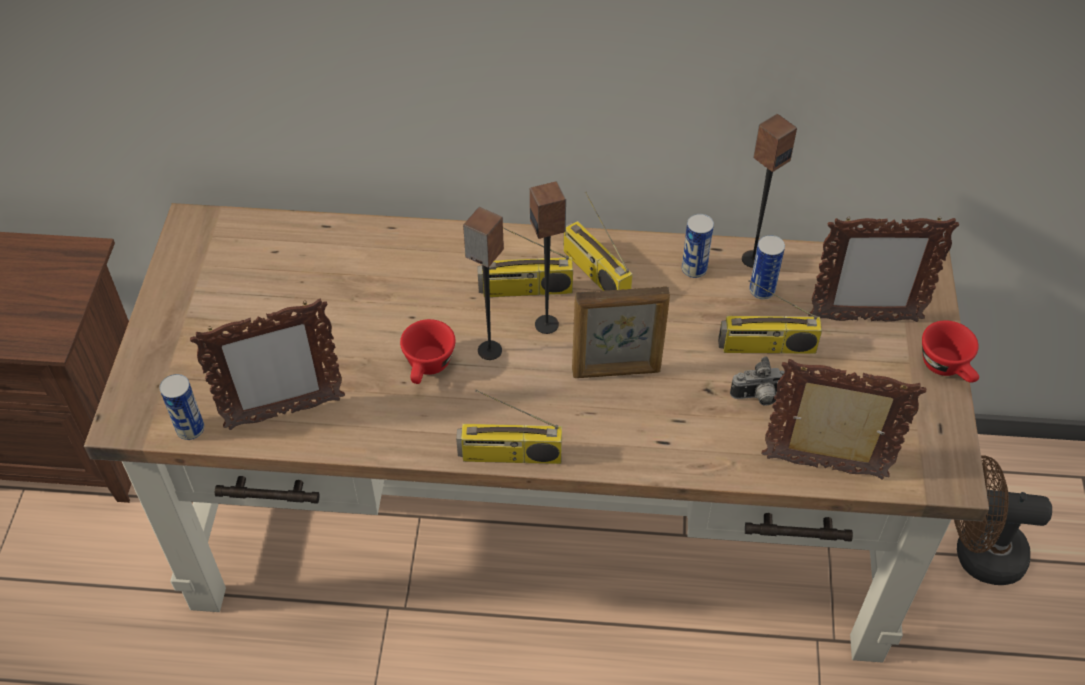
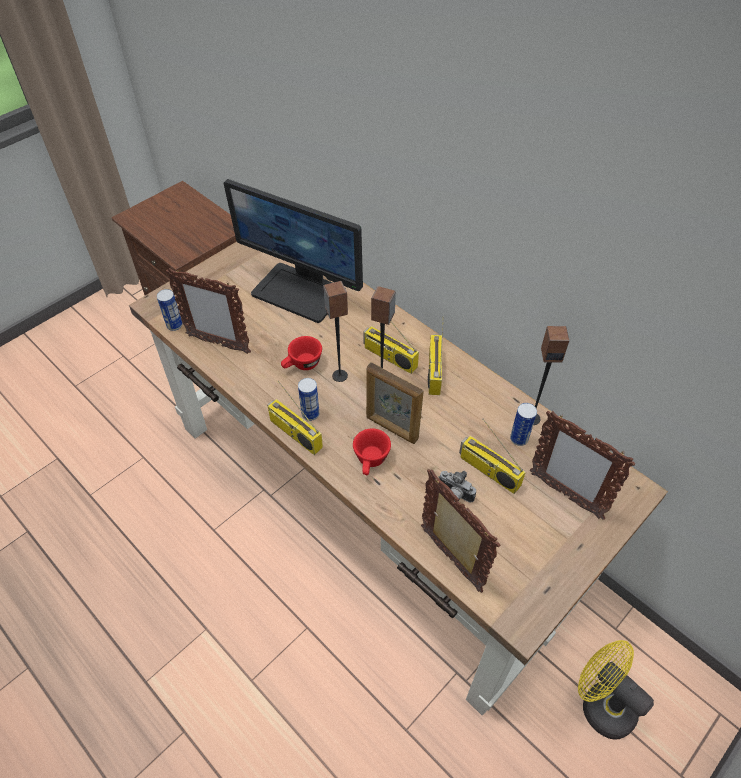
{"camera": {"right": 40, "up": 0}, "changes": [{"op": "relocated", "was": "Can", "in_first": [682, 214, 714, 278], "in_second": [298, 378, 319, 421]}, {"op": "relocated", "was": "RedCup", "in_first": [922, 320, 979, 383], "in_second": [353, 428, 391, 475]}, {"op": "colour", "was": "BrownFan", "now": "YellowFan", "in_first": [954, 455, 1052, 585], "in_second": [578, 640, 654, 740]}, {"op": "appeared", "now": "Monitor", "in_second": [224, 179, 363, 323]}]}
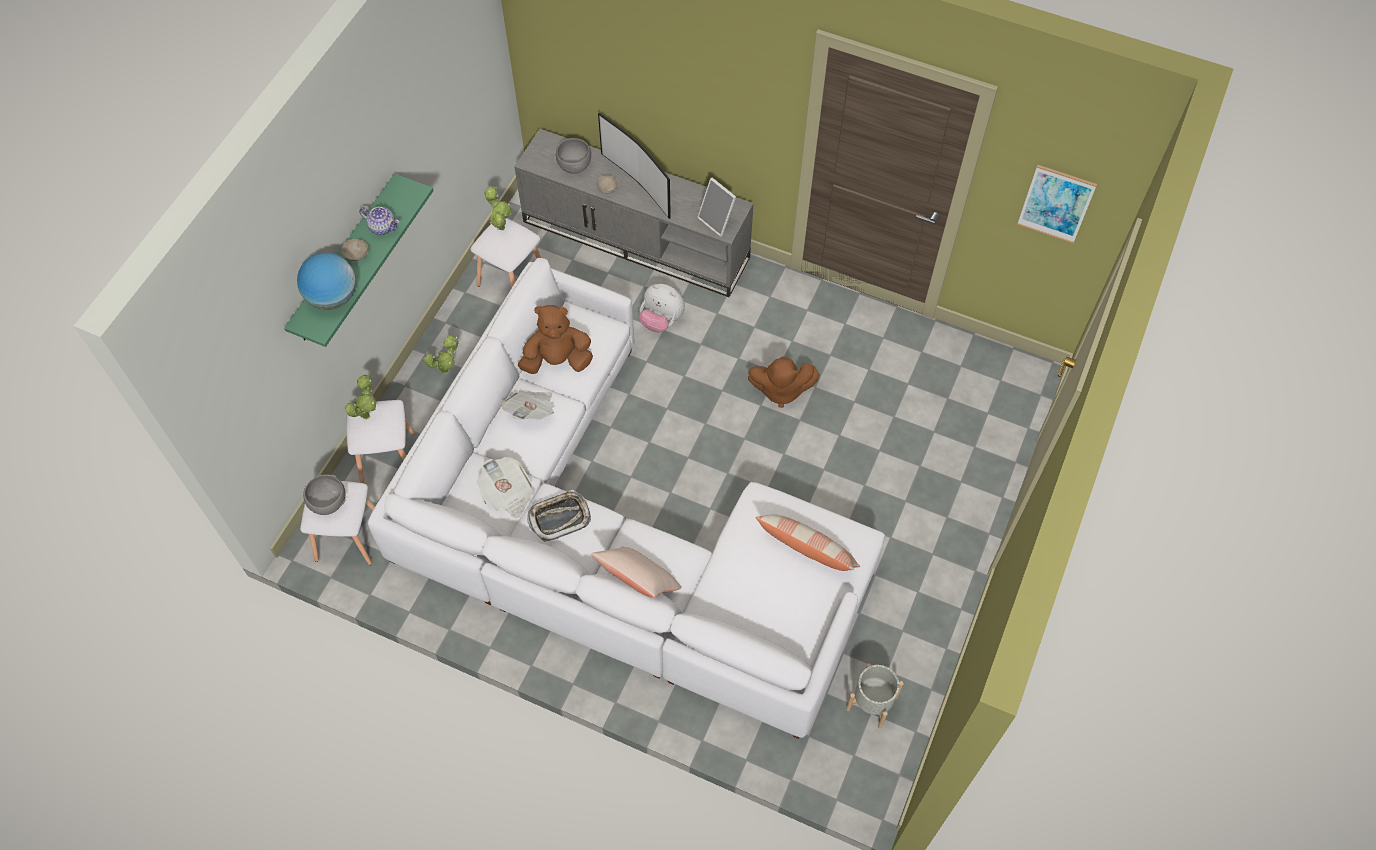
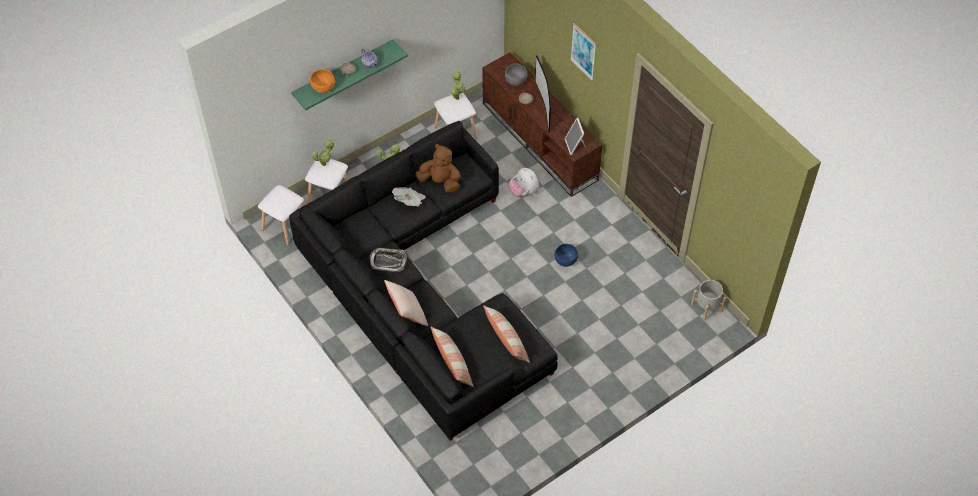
{"camera": {"right": 30, "up": -5}, "changes": [{"op": "colour", "was": "GreyTvStand", "now": "BrownTvStand", "in_first": [514, 129, 754, 297], "in_second": [483, 52, 602, 197]}, {"op": "relocated", "was": "Picture", "in_first": [1017, 165, 1097, 243], "in_second": [570, 23, 596, 81]}, {"op": "exchanged", "was": "Globe", "now": "OrangeBowl", "in_first": [297, 253, 356, 310], "in_second": [310, 69, 335, 93]}, {"op": "colour", "was": "WhiteSofa", "now": "BlackSofa", "in_first": [368, 258, 885, 739], "in_second": [289, 121, 558, 441]}, {"op": "exchanged", "was": "BrownPlushToy", "now": "BlueBowl", "in_first": [748, 356, 820, 408], "in_second": [555, 244, 578, 267]}, {"op": "missing", "was": "Newspaper", "in_first": [477, 457, 535, 518]}, {"op": "missing", "was": "GreyBowl", "in_first": [303, 475, 346, 515]}, {"op": "relocated", "was": "GreyPlanter", "in_first": [846, 663, 904, 729], "in_second": [691, 280, 726, 321]}, {"op": "appeared", "now": "Pillow", "in_second": [430, 327, 474, 387]}]}
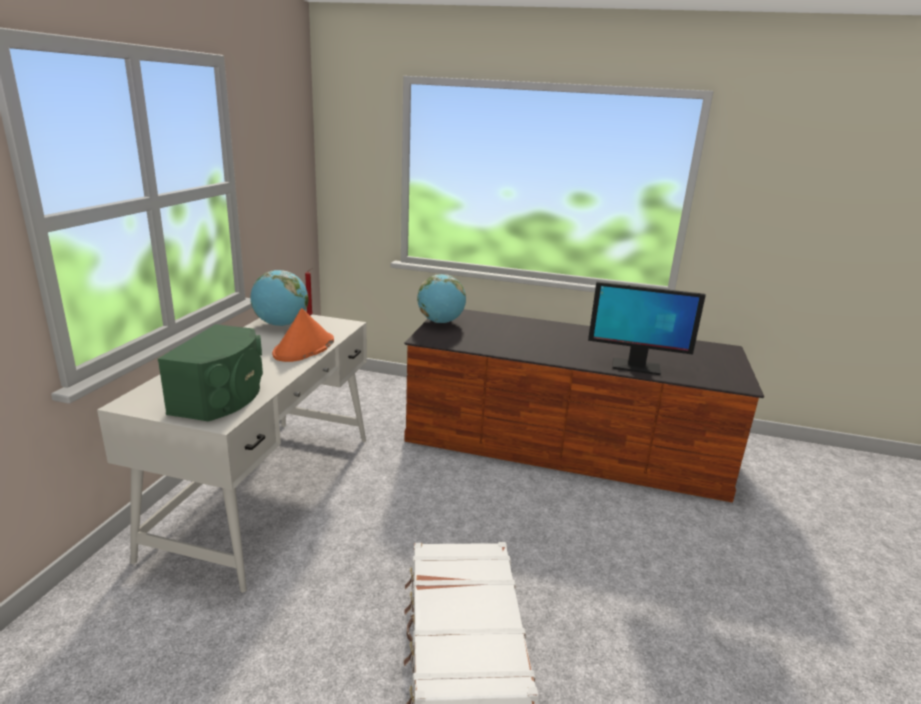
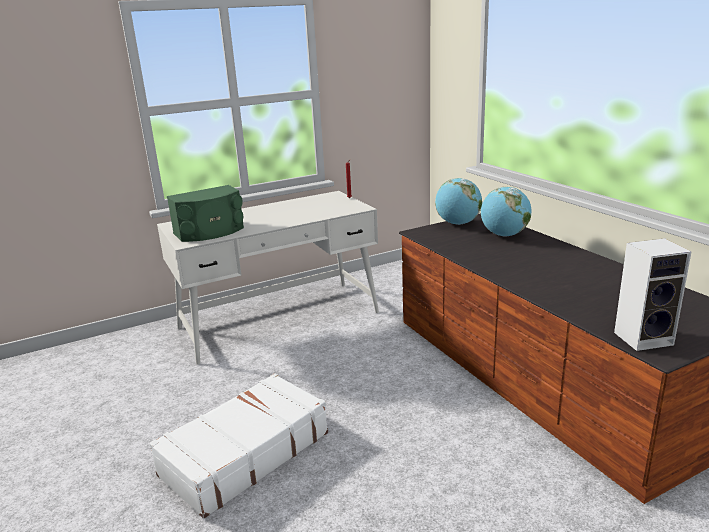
{"camera": {"right": 50, "up": 0}, "changes": [{"op": "relocated", "was": "Globe", "in_first": [251, 270, 309, 326], "in_second": [481, 187, 532, 237]}, {"op": "missing", "was": "Monitor", "in_first": [588, 281, 706, 375]}, {"op": "missing", "was": "OrangeHat", "in_first": [272, 308, 334, 362]}, {"op": "appeared", "now": "Speaker", "in_second": [614, 238, 691, 351]}]}
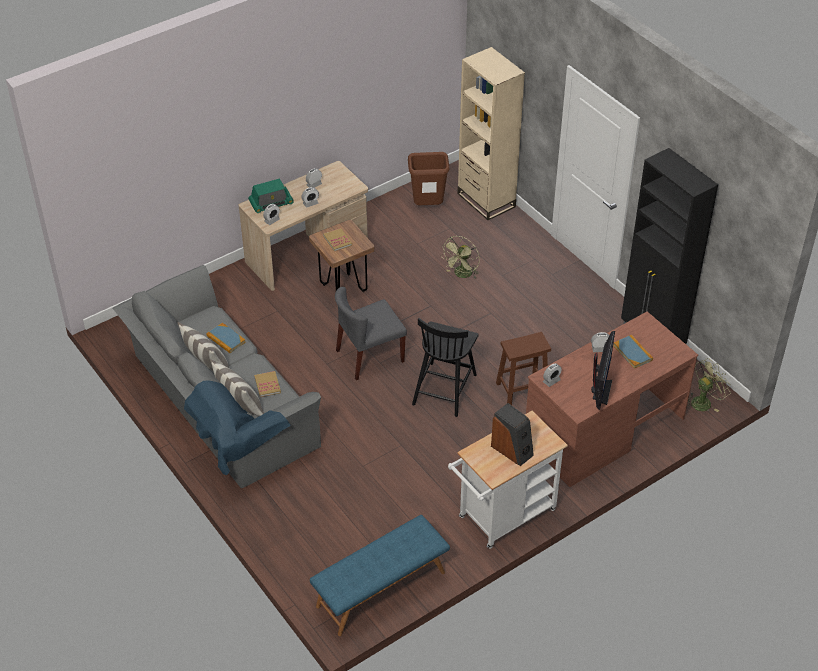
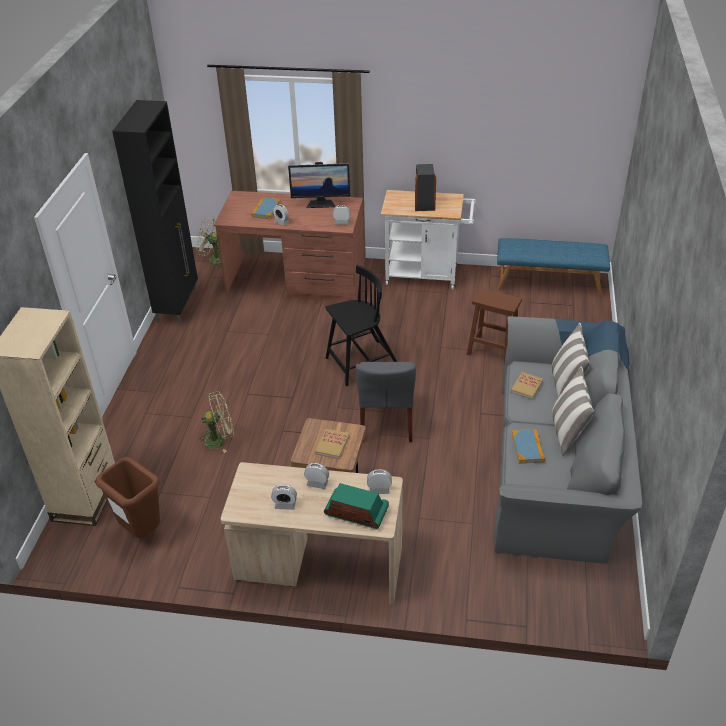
{"camera": {"right": -135, "up": -5}, "changes": [{"op": "spun", "was": "GreyChair", "in_first": [335, 287, 407, 380], "in_second": [356, 362, 416, 442], "clockwise": 75}, {"op": "spun", "was": "Monitor", "in_first": [591, 331, 615, 410], "in_second": [288, 162, 350, 208], "clockwise": -150}, {"op": "relocated", "was": "BrownStool", "in_first": [496, 332, 551, 405], "in_second": [467, 288, 522, 363]}]}
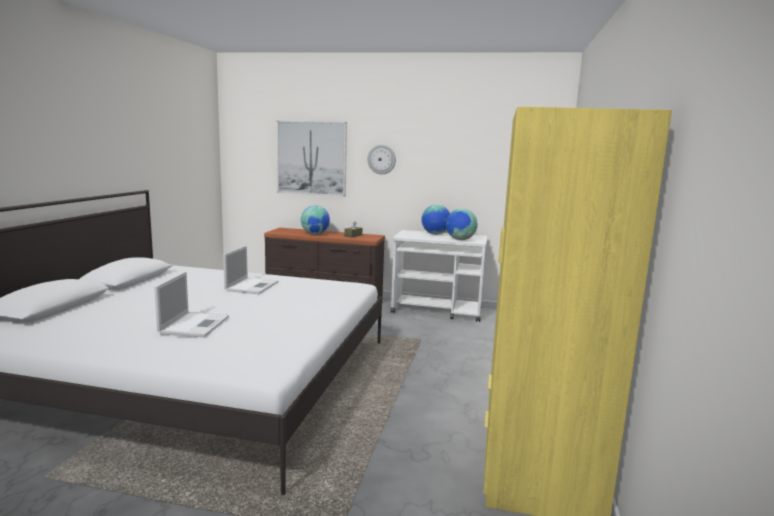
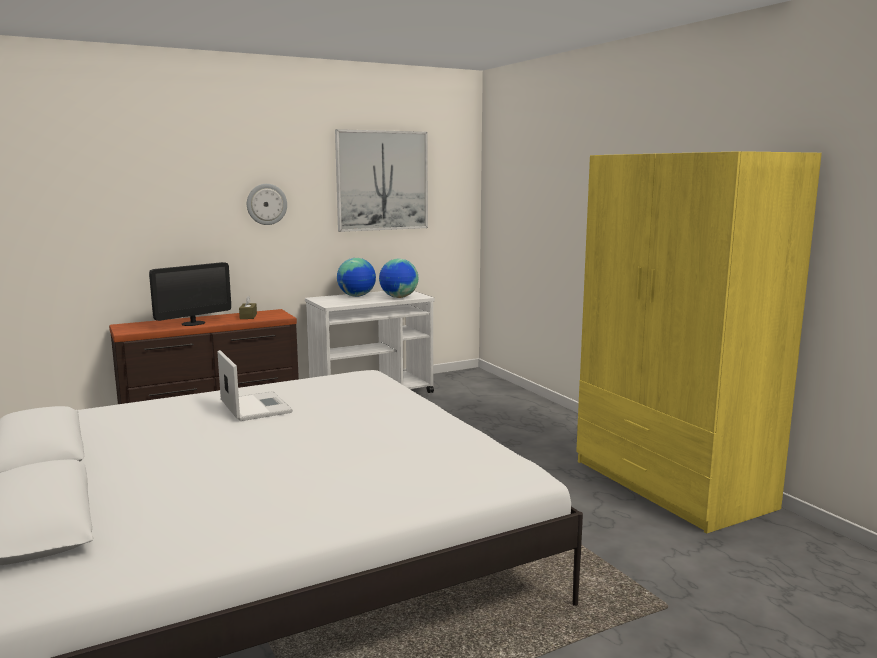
{"camera": {"right": -40, "up": 0}, "changes": [{"op": "relocated", "was": "Picture", "in_first": [277, 120, 347, 197], "in_second": [335, 129, 428, 232]}, {"op": "exchanged", "was": "Globe", "now": "Monitor", "in_first": [301, 205, 330, 234], "in_second": [149, 262, 231, 326]}, {"op": "missing", "was": "Laptop", "in_first": [154, 272, 229, 337]}]}
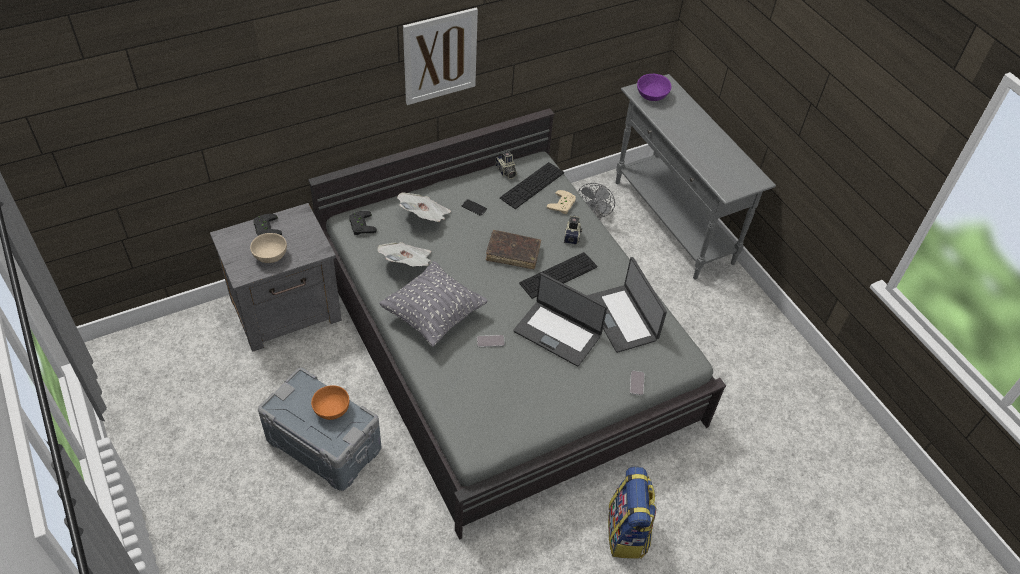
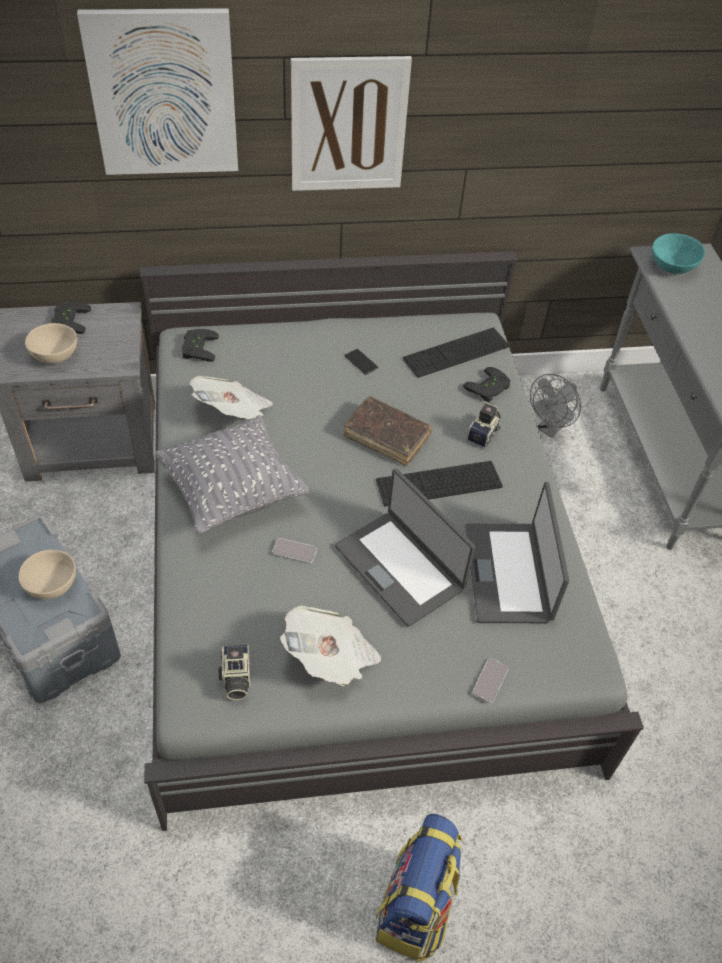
{"camera": {"right": 20, "up": 0}, "changes": [{"op": "colour", "was": "PurpleBowl", "now": "TurquoiseBowl", "in_first": [637, 74, 671, 101], "in_second": [652, 233, 705, 274]}, {"op": "relocated", "was": "PhotoCamera", "in_first": [495, 151, 517, 179], "in_second": [218, 644, 251, 700]}, {"op": "colour", "was": "BeigeGameController", "now": "BlackGameController", "in_first": [547, 190, 576, 214], "in_second": [463, 367, 511, 402]}, {"op": "relocated", "was": "Newspaper", "in_first": [397, 192, 451, 222], "in_second": [280, 605, 381, 686]}, {"op": "colour", "was": "OrangeBowl", "now": "BeigeBowl", "in_first": [311, 385, 349, 420], "in_second": [18, 550, 76, 599]}, {"op": "appeared", "now": "Picture", "in_second": [77, 8, 238, 175]}]}
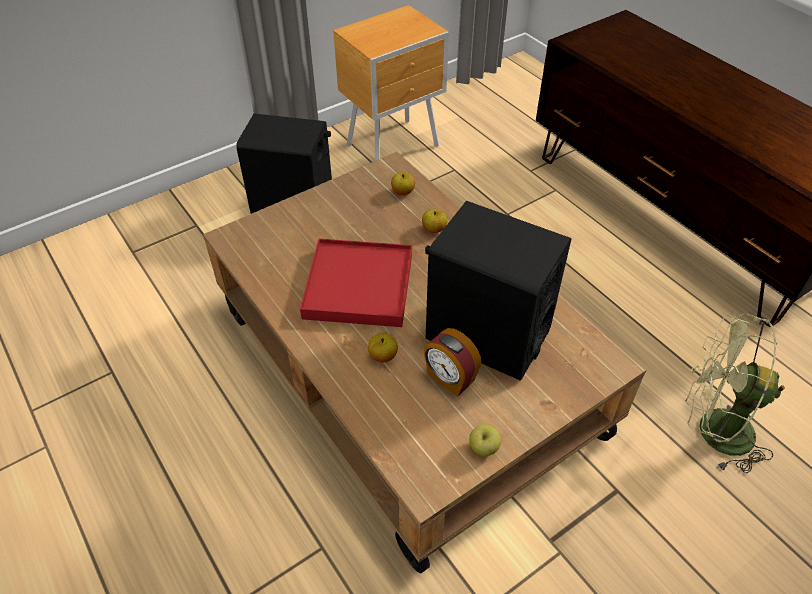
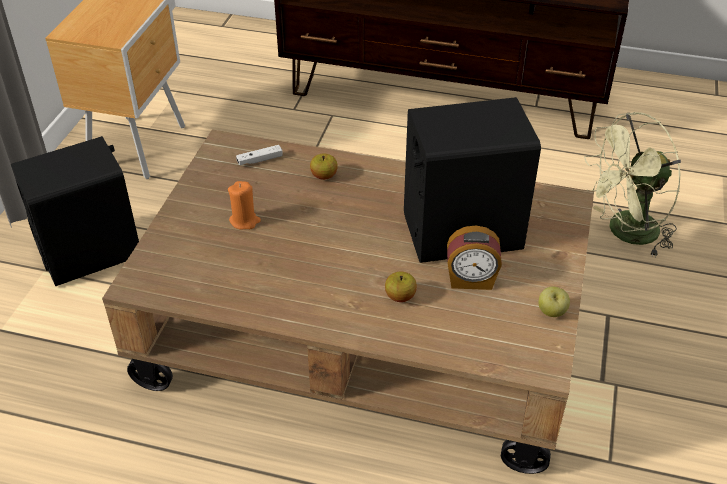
{"camera": {"right": -40, "up": -5}, "changes": [{"op": "exchanged", "was": "Apple", "now": "WhiteGameController", "in_first": [391, 172, 415, 195], "in_second": [236, 145, 282, 165]}, {"op": "missing", "was": "RedTray", "in_first": [300, 239, 412, 327]}, {"op": "appeared", "now": "OrangeCandle", "in_second": [228, 181, 261, 230]}]}
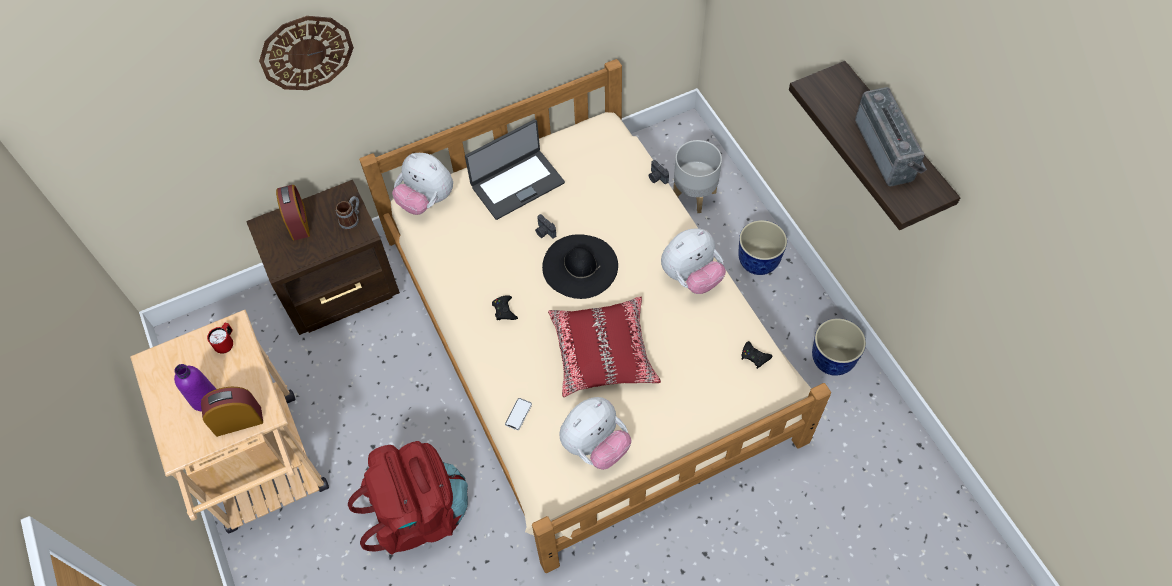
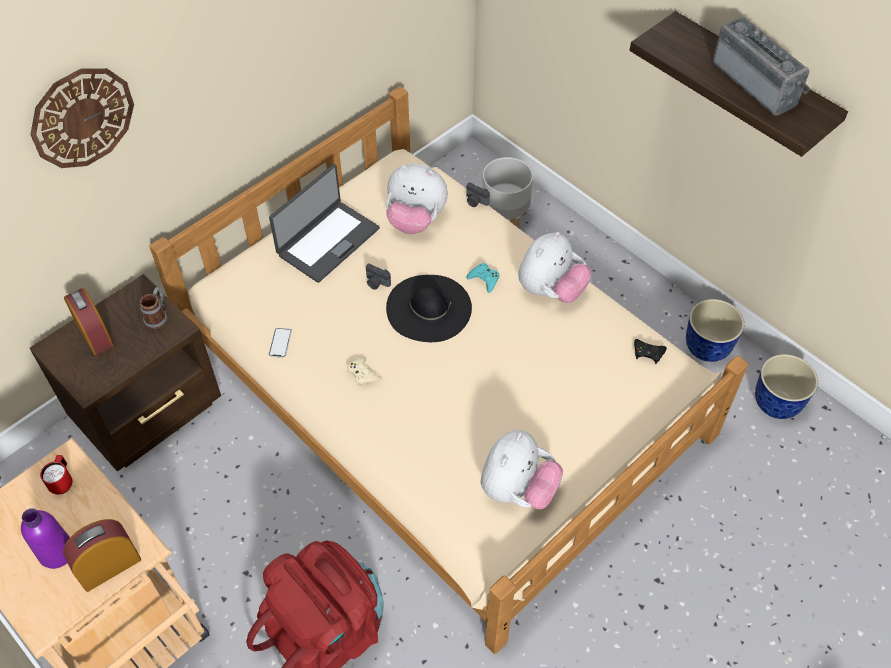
{"camera": {"right": -20, "up": -5}, "changes": [{"op": "relocated", "was": "PlushToy", "in_first": [392, 153, 453, 215], "in_second": [386, 164, 448, 234]}, {"op": "relocated", "was": "Planter", "in_first": [738, 220, 787, 275], "in_second": [755, 354, 818, 419]}, {"op": "colour", "was": "BlackGameController", "now": "BeigeGameController", "in_first": [492, 295, 518, 320], "in_second": [347, 357, 381, 387]}, {"op": "missing", "was": "RedPillow", "in_first": [548, 296, 661, 397]}, {"op": "relocated", "was": "Phone", "in_first": [505, 398, 532, 430], "in_second": [269, 328, 292, 358]}, {"op": "appeared", "now": "TurquoiseGameController", "in_second": [466, 263, 500, 293]}]}
